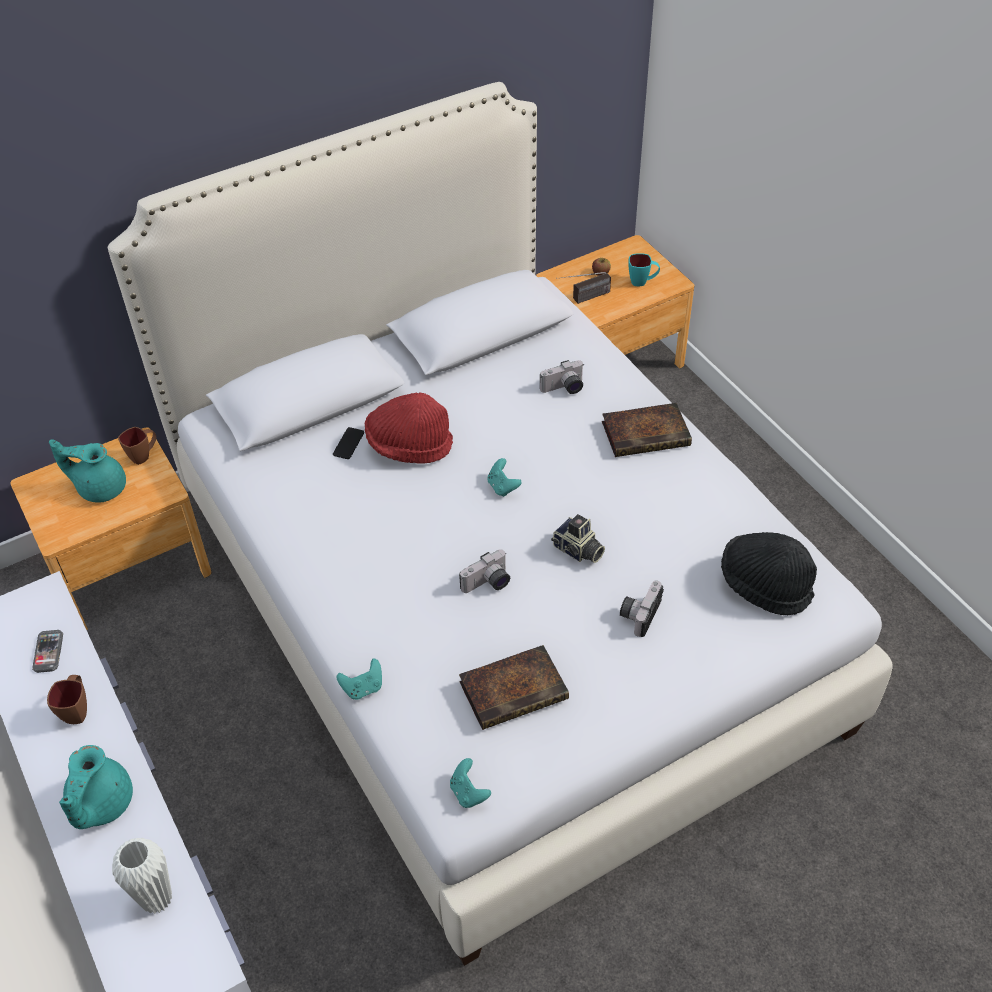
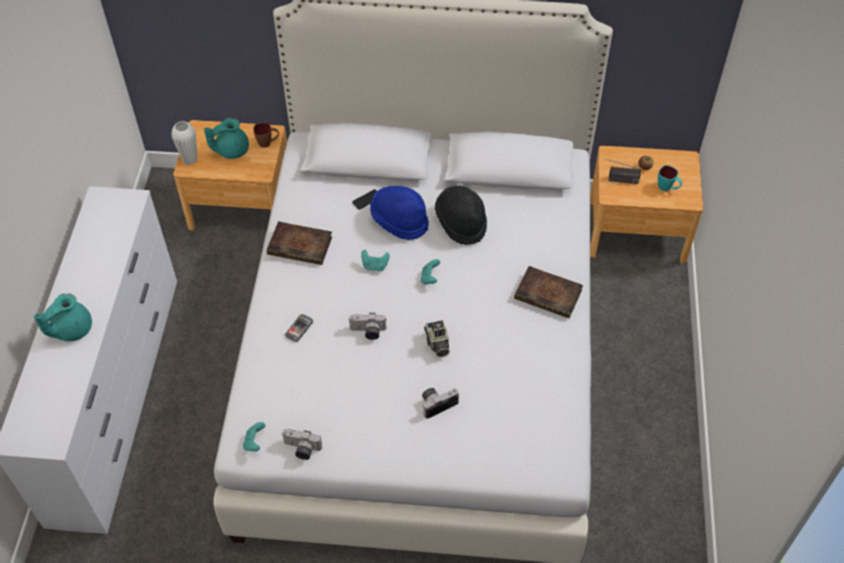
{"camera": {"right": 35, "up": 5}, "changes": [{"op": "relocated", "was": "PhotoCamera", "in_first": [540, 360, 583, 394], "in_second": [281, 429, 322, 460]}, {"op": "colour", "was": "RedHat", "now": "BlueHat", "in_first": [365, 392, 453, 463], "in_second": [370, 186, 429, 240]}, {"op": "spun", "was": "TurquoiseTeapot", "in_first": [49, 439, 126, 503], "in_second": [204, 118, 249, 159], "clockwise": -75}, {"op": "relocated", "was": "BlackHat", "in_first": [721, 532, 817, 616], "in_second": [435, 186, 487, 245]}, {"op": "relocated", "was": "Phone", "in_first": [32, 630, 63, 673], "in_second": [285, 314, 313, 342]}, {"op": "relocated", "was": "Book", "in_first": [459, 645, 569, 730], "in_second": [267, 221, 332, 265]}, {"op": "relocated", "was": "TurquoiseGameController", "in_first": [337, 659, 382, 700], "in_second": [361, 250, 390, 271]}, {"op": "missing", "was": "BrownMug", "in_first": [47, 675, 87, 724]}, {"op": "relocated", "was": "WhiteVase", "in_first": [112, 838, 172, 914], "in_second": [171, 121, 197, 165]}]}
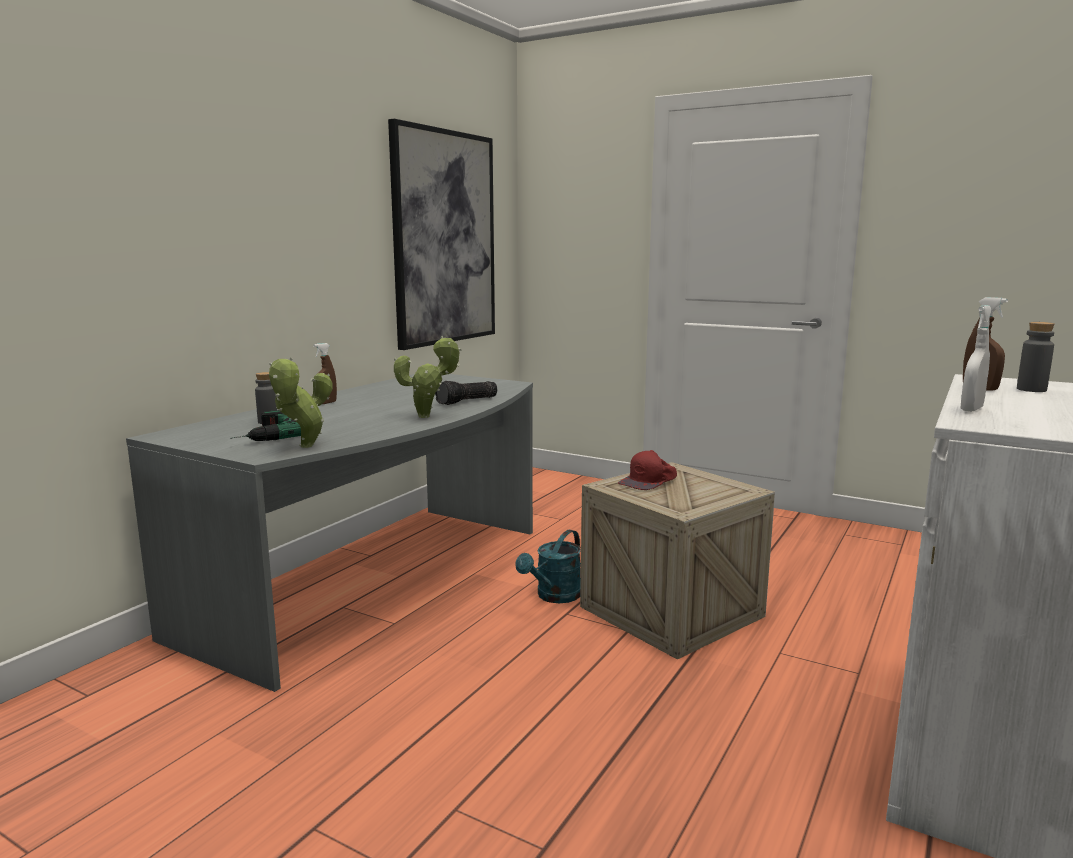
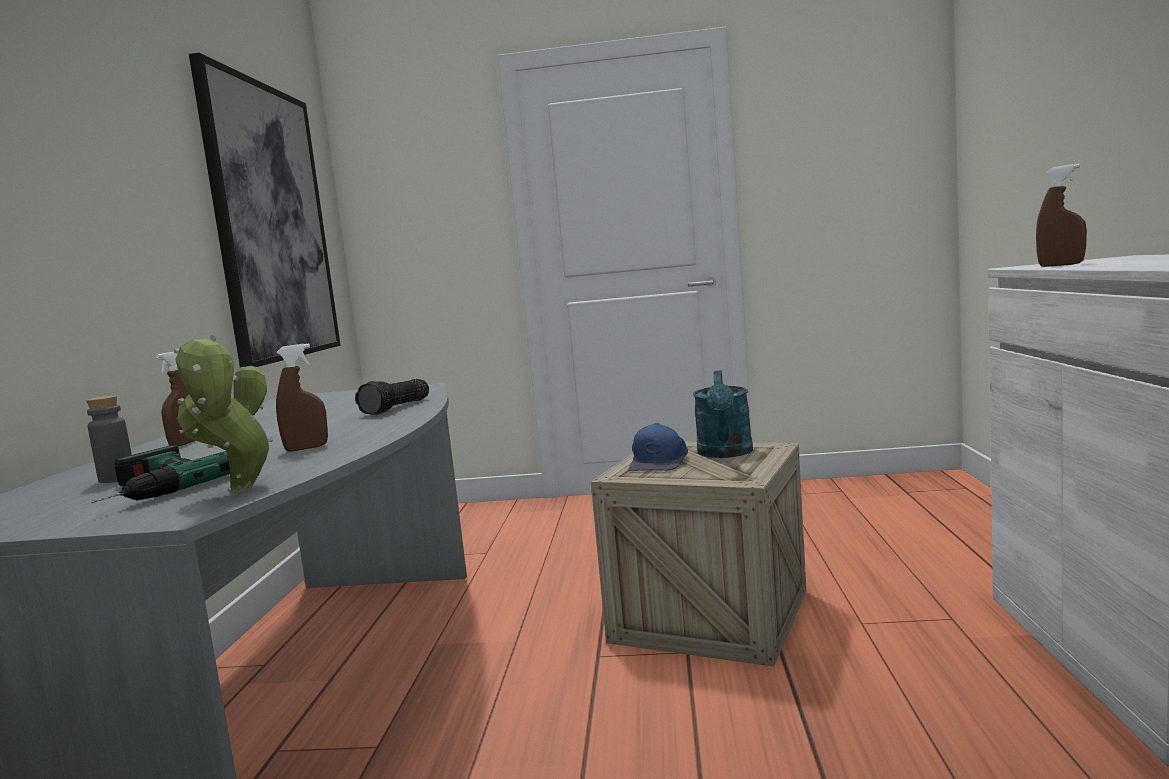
{"camera": {"right": -25, "up": -5}, "changes": [{"op": "missing", "was": "WhiteSprayBottle", "in_first": [961, 305, 992, 412]}, {"op": "missing", "was": "GreyBottle", "in_first": [1017, 322, 1055, 392]}, {"op": "missing", "was": "PottedPlant", "in_first": [394, 336, 462, 418]}, {"op": "colour", "was": "RedCap", "now": "BlueCap", "in_first": [618, 450, 677, 490], "in_second": [629, 423, 688, 471]}, {"op": "relocated", "was": "TurquoiseWateringCan", "in_first": [515, 530, 581, 603], "in_second": [693, 370, 753, 458]}, {"op": "appeared", "now": "BrownSprayBottle", "in_second": [276, 344, 328, 452]}]}
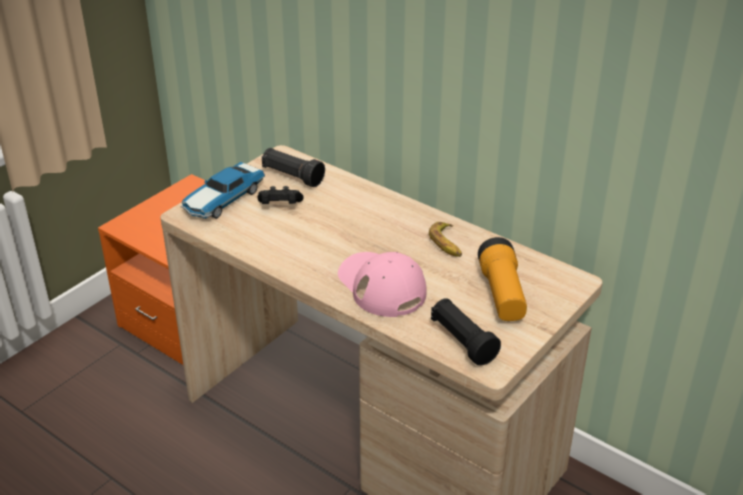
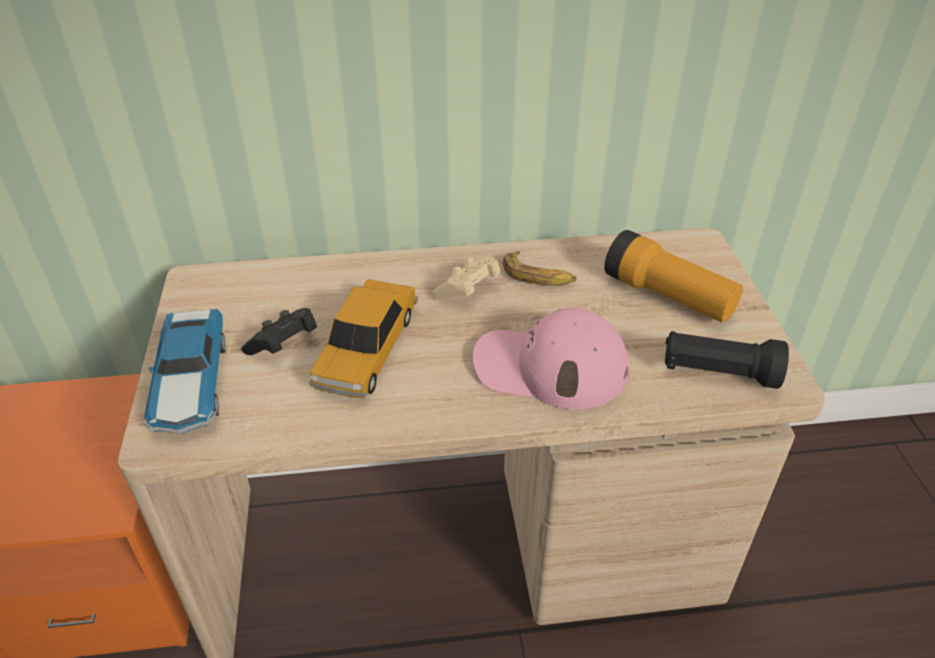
{"camera": {"right": -45, "up": 5}, "changes": [{"op": "missing", "was": "BlackFlashlight", "in_first": [262, 148, 325, 187]}, {"op": "appeared", "now": "BeigeGameController", "in_second": [432, 256, 500, 300]}, {"op": "appeared", "now": "ToyCar", "in_second": [309, 279, 418, 399]}]}
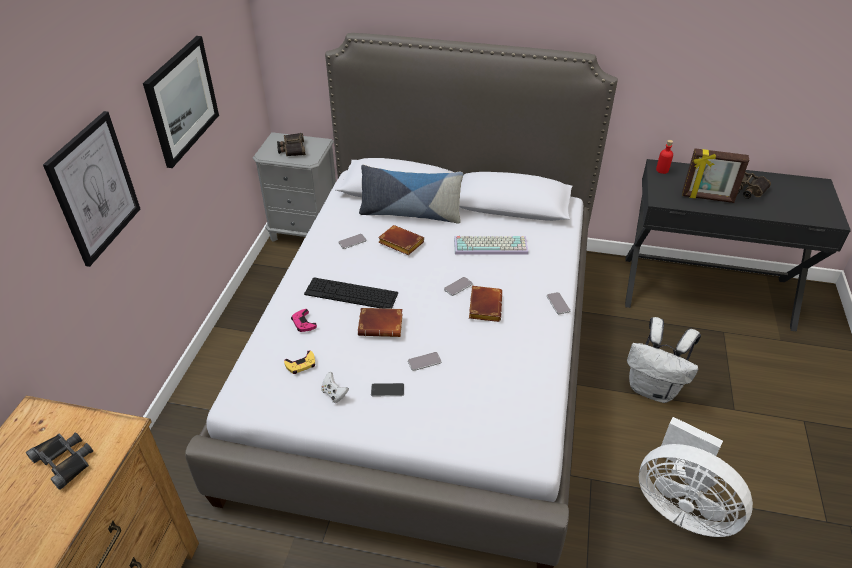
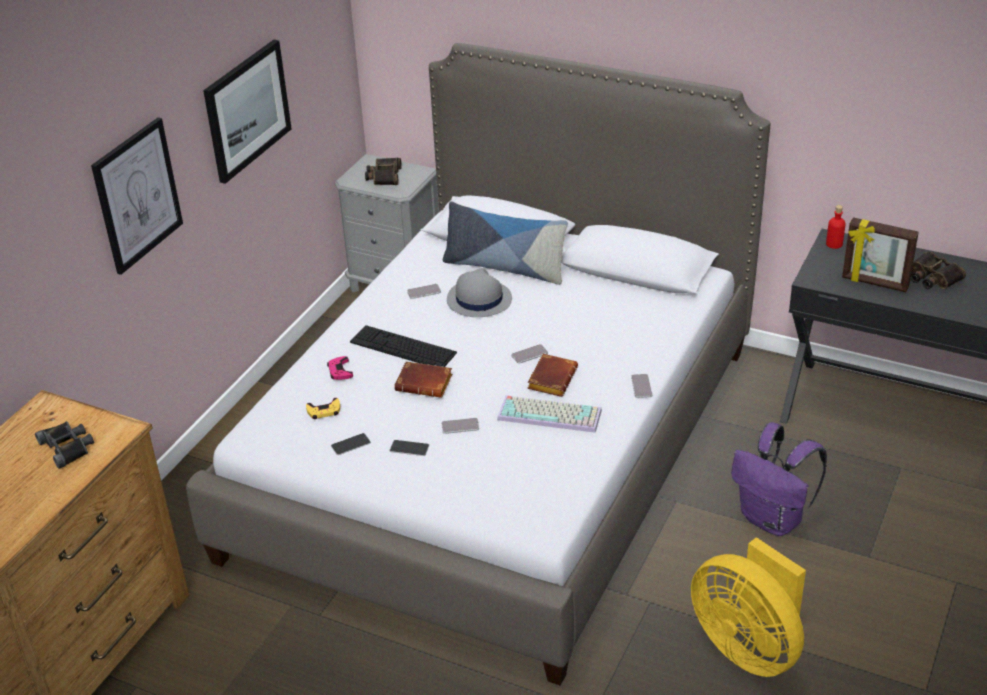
{"camera": {"right": 15, "up": -5}, "changes": [{"op": "exchanged", "was": "BrownBook", "now": "GreyHat", "in_first": [378, 225, 424, 255], "in_second": [447, 268, 512, 317]}, {"op": "relocated", "was": "Keyboard", "in_first": [454, 236, 529, 255], "in_second": [497, 395, 602, 433]}, {"op": "colour", "was": "WhiteBackpack", "now": "PurpleBackpack", "in_first": [627, 317, 701, 403], "in_second": [731, 422, 827, 536]}, {"op": "exchanged", "was": "WhiteGameController", "now": "Phone", "in_first": [321, 372, 349, 403], "in_second": [331, 433, 371, 455]}, {"op": "colour", "was": "WhiteFan", "now": "YellowFan", "in_first": [639, 417, 753, 537], "in_second": [691, 537, 806, 677]}]}
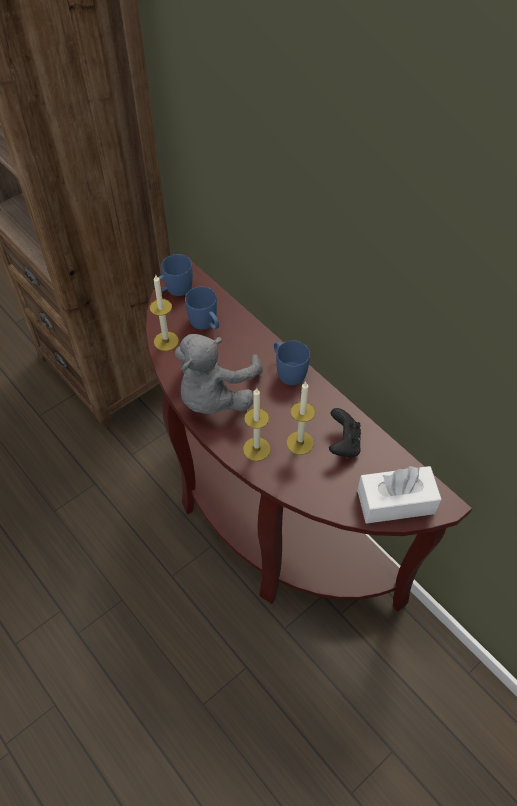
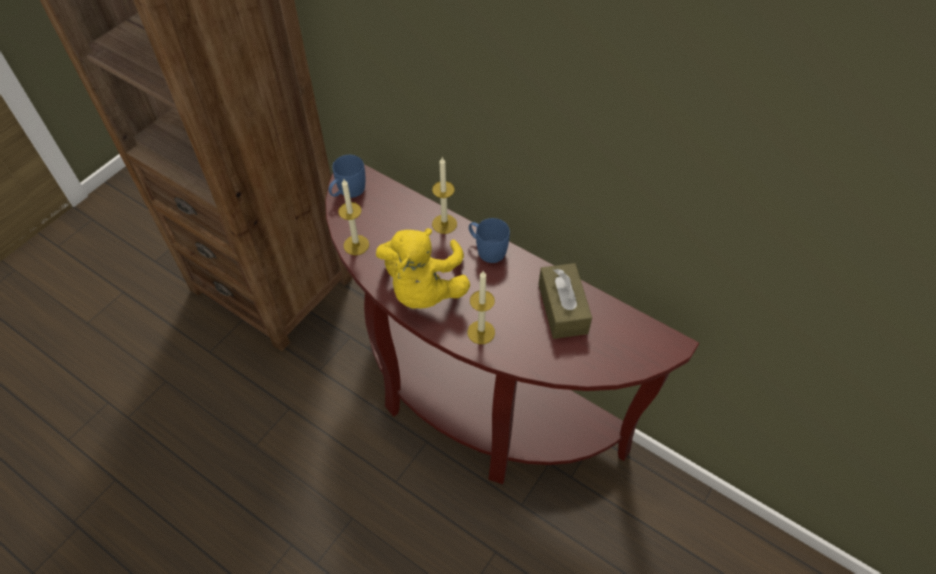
{"camera": {"right": -15, "up": 0}, "changes": [{"op": "missing", "was": "BlueMug", "in_first": [185, 286, 219, 330]}, {"op": "colour", "was": "GreyPlushToy", "now": "YellowPlushToy", "in_first": [175, 334, 263, 414], "in_second": [376, 228, 470, 309]}, {"op": "relocated", "was": "Candle", "in_first": [287, 381, 315, 455], "in_second": [432, 157, 457, 234]}, {"op": "exchanged", "was": "BlackGameController", "now": "BrownTissueBox", "in_first": [329, 408, 361, 458], "in_second": [538, 263, 592, 339]}, {"op": "missing", "was": "WhiteTissueBox", "in_first": [357, 466, 442, 524]}]}
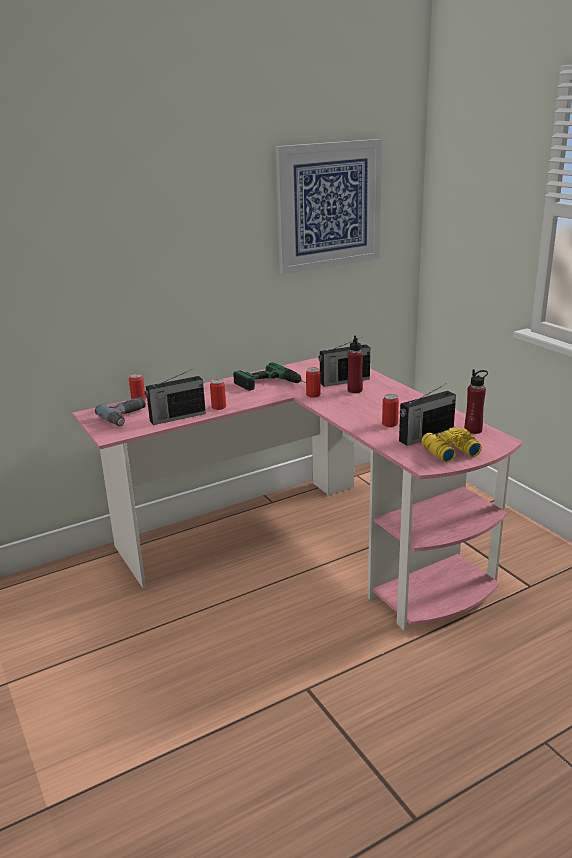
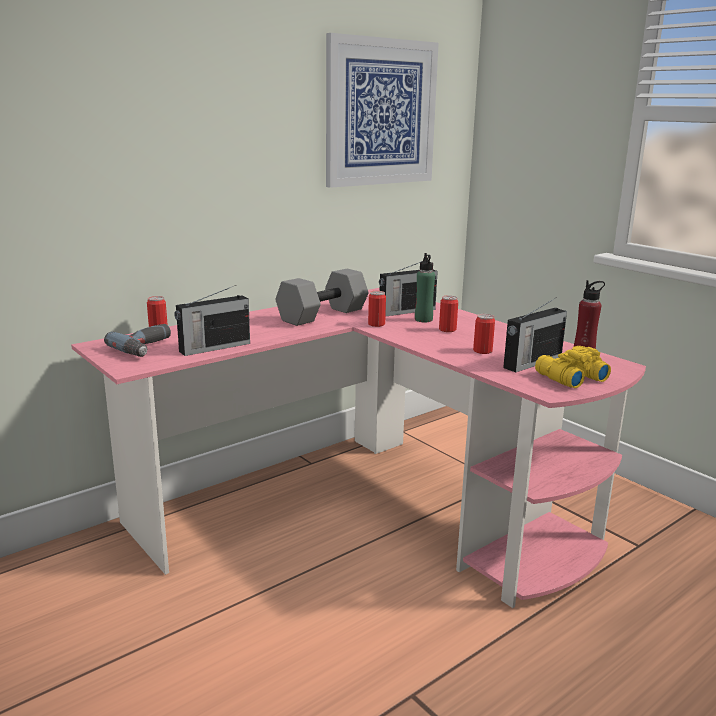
{"camera": {"right": -10, "up": -5}, "changes": [{"op": "colour", "was": "RedBottle", "now": "GreenBottle", "in_first": [347, 335, 363, 393], "in_second": [415, 253, 435, 322]}, {"op": "exchanged", "was": "PowerDrill", "now": "GreyDumbbell", "in_first": [233, 362, 306, 390], "in_second": [275, 269, 368, 326]}, {"op": "relocated", "was": "Can", "in_first": [210, 379, 226, 410], "in_second": [439, 295, 458, 332]}]}
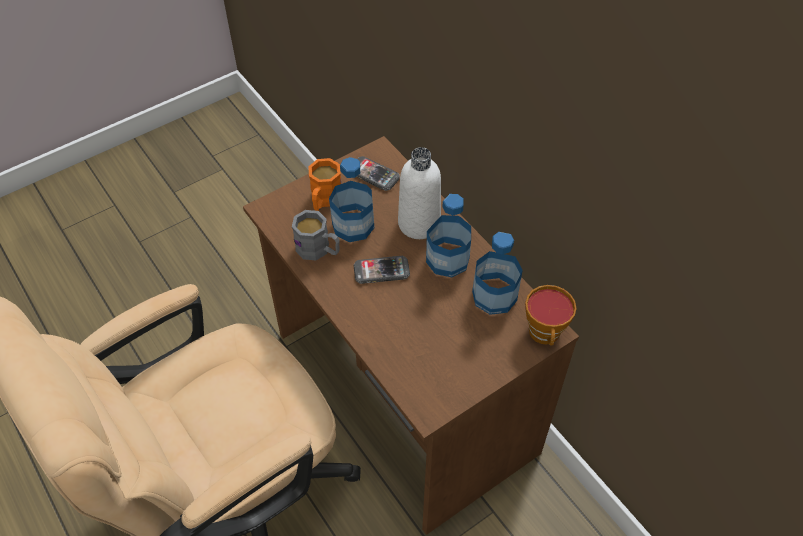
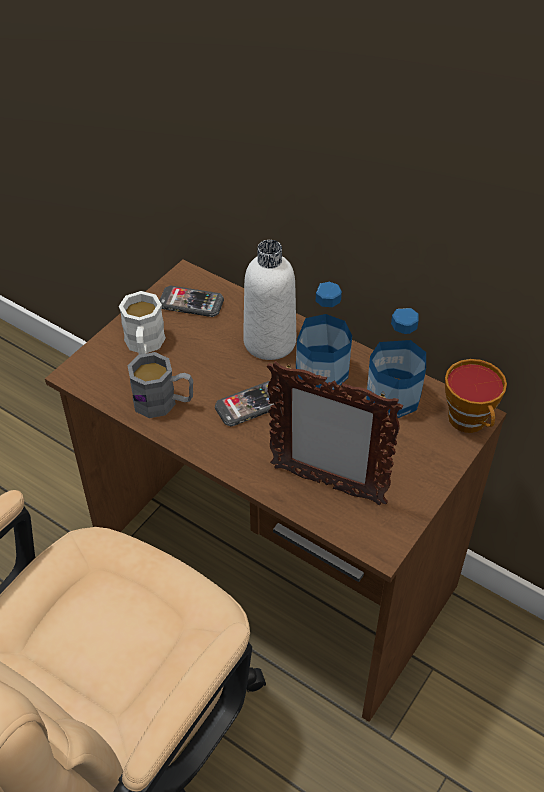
{"camera": {"right": -20, "up": -5}, "changes": [{"op": "missing", "was": "Bottle", "in_first": [329, 157, 374, 242]}, {"op": "colour", "was": "OrangeMug", "now": "WhiteMug", "in_first": [308, 158, 341, 211], "in_second": [119, 291, 166, 355]}, {"op": "appeared", "now": "PictureFrame", "in_second": [267, 361, 403, 505]}]}
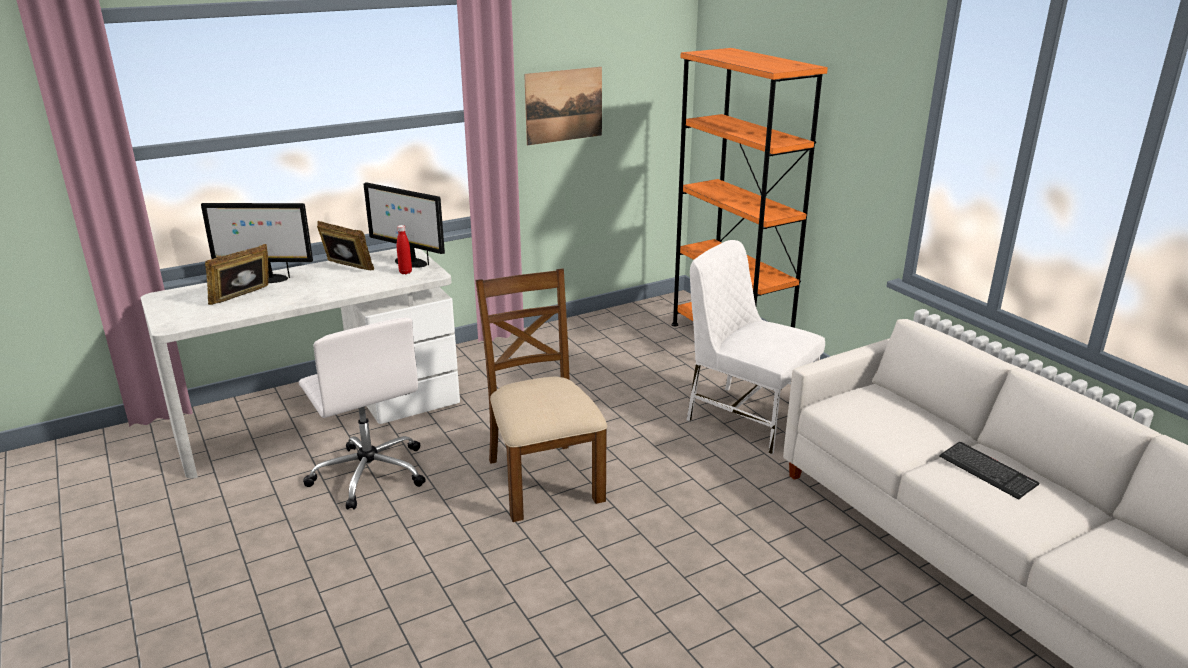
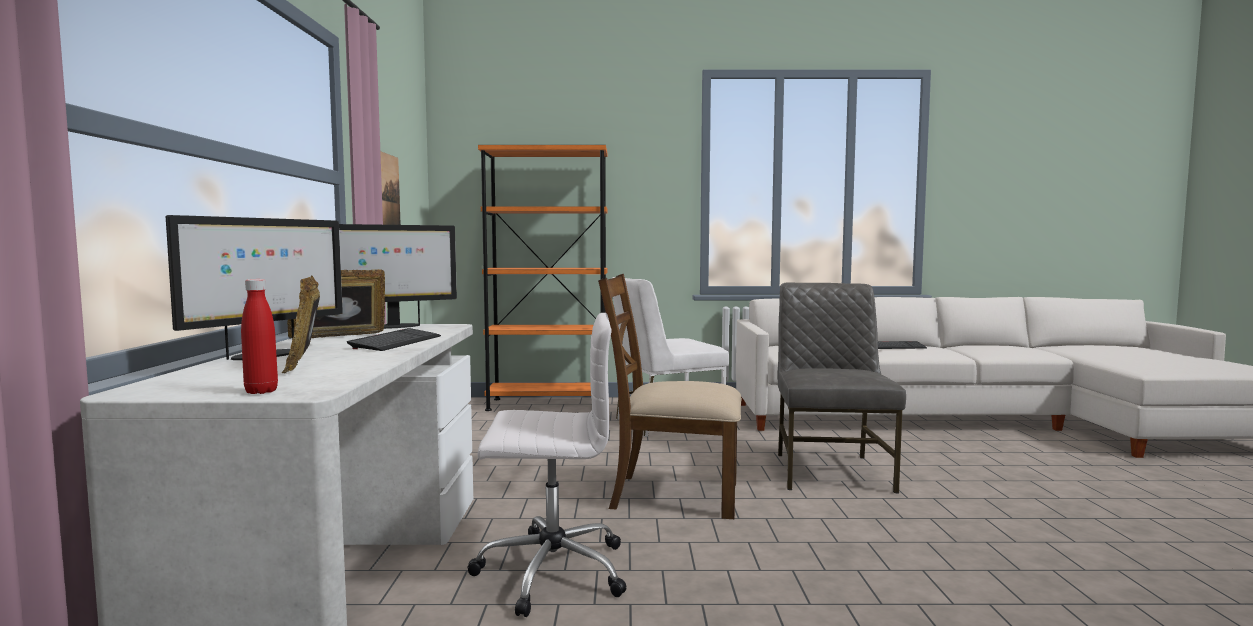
{"camera": {"right": -60, "up": -20}, "changes": [{"op": "relocated", "was": "RedBottle", "in_first": [397, 225, 412, 274], "in_second": [241, 279, 278, 394]}, {"op": "appeared", "now": "GreyChair", "in_second": [777, 282, 906, 493]}, {"op": "appeared", "now": "Keyboard", "in_second": [347, 328, 441, 351]}]}
